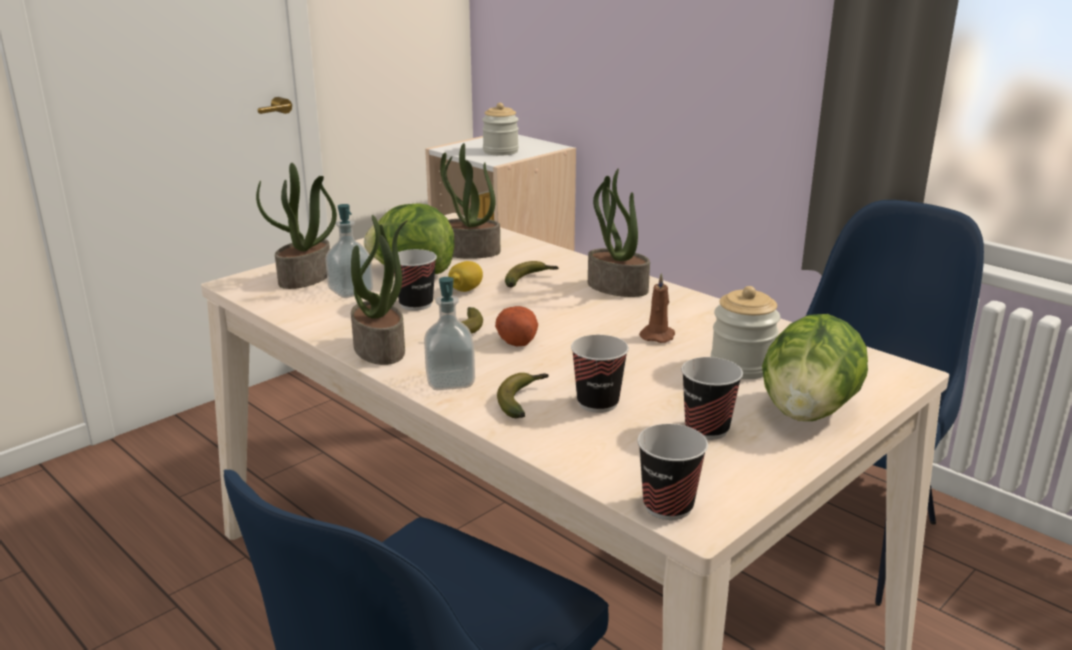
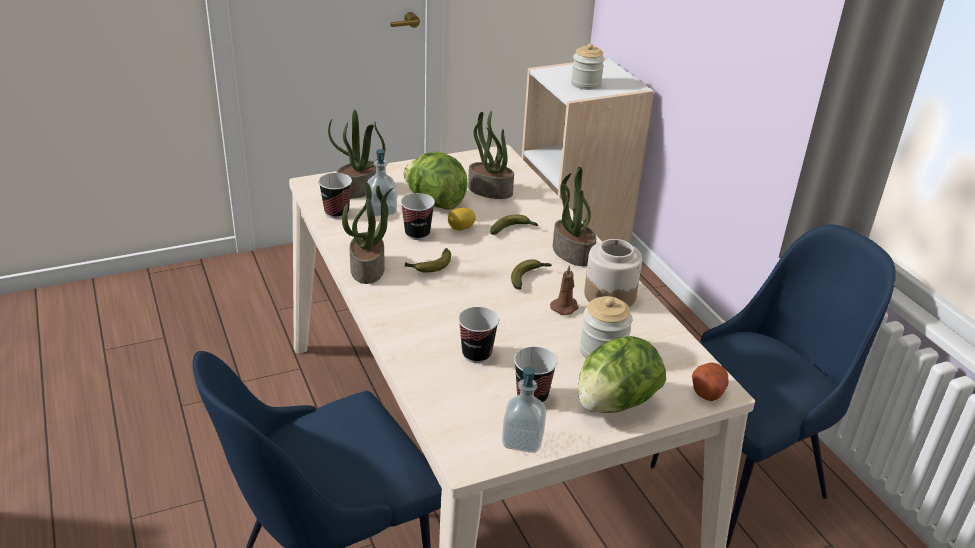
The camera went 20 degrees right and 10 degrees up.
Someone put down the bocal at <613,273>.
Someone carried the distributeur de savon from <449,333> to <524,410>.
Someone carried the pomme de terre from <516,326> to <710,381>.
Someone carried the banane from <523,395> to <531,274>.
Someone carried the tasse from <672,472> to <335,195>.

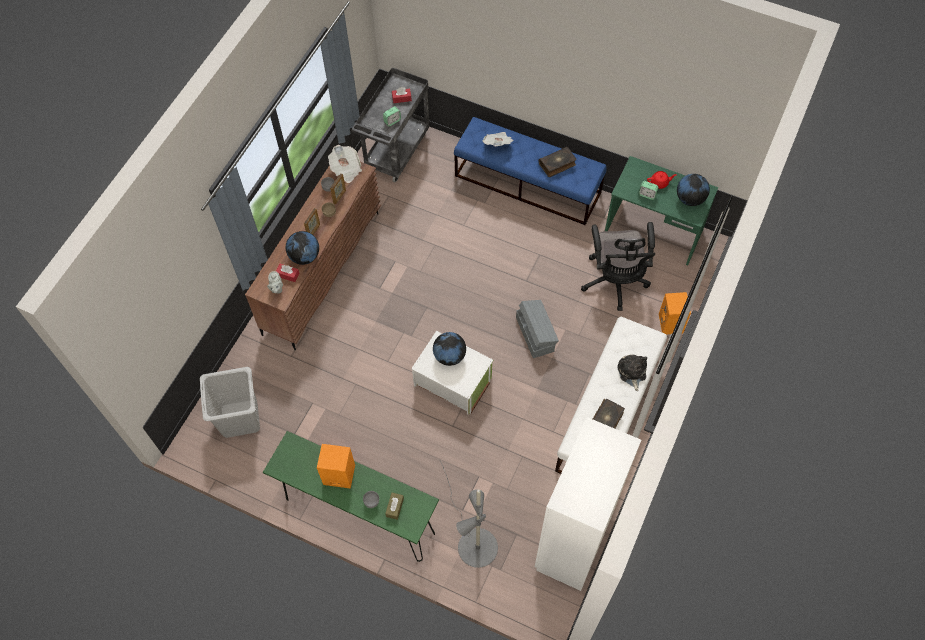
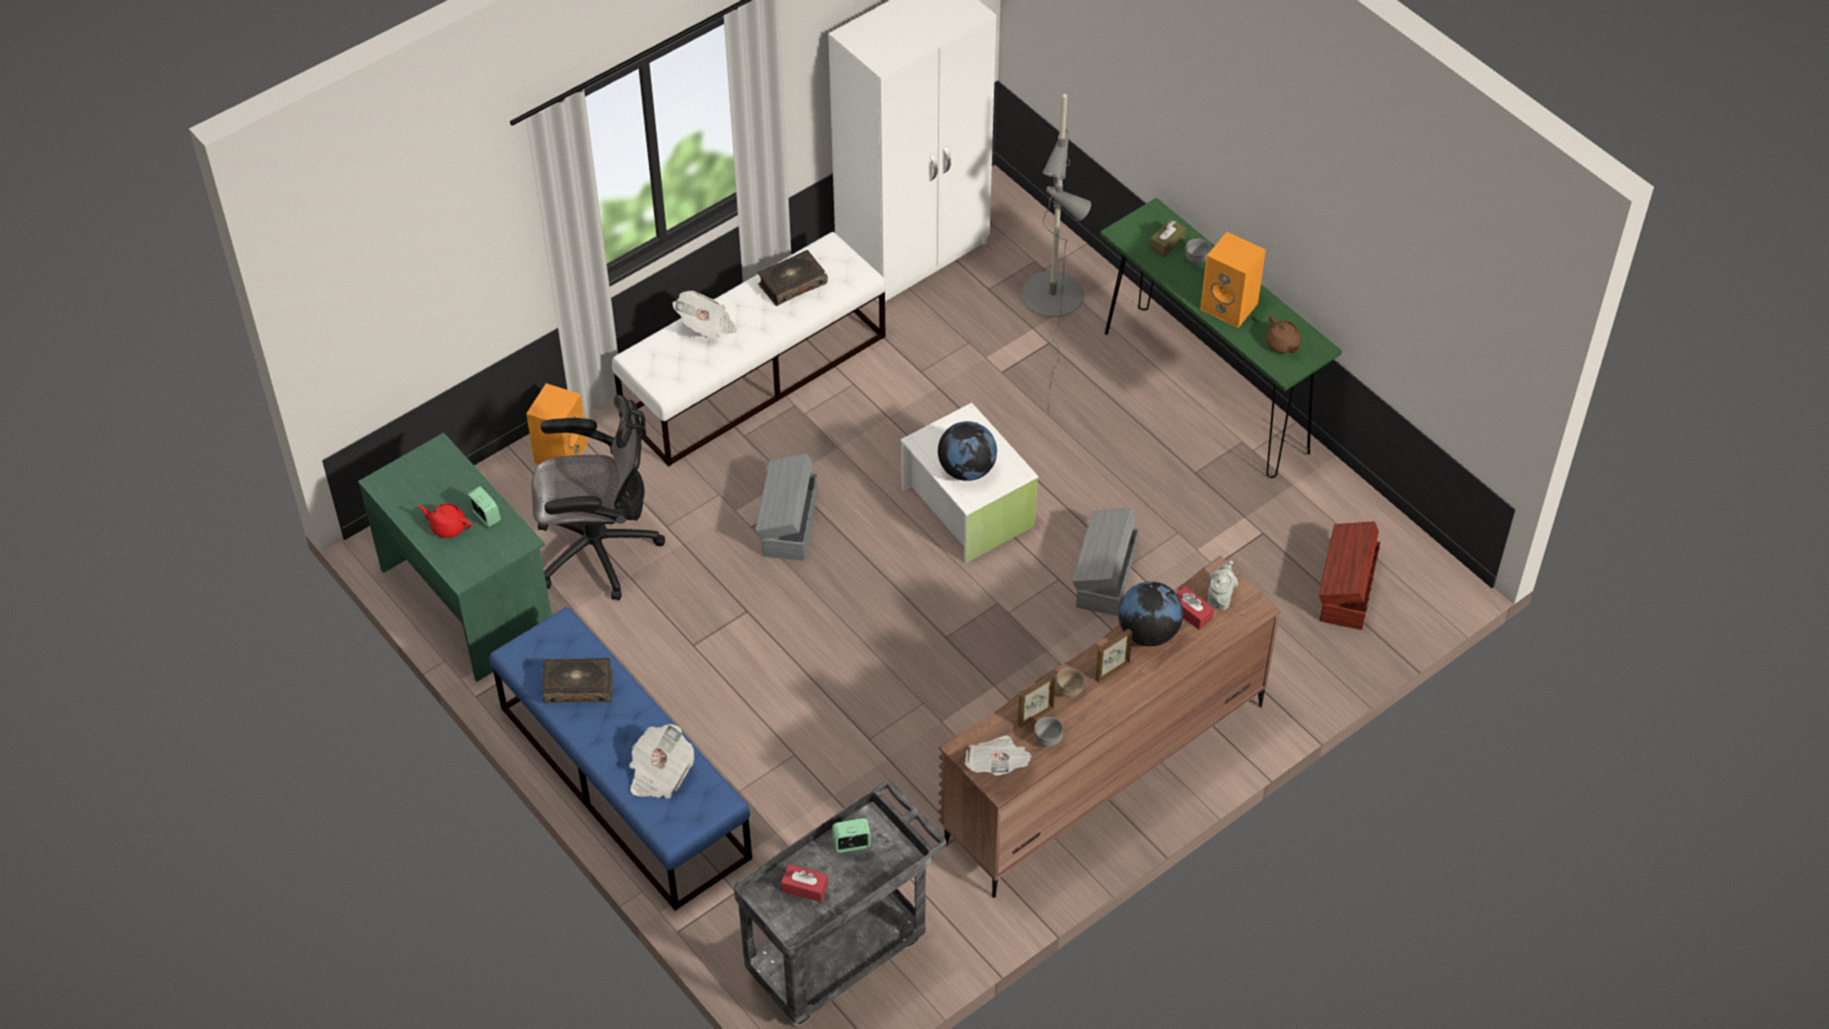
The camera went 155 degrees left and 10 degrees down.
Someone took away the globe at <693,190>.
Someone put down the boîte de rangement [gris] at <1105,562>.
Someone put down the théière [marron] at <1283,334>.
Someone swapped the panier à linge [gris] at <230,402> for the boîte de rangement [marron] at <1349,576>.
Someone swapped the peluche at <632,373> for the journal at <704,314>.
Someone rotated the chaise de bureau at <618,266> by 60 degrees clockwise.

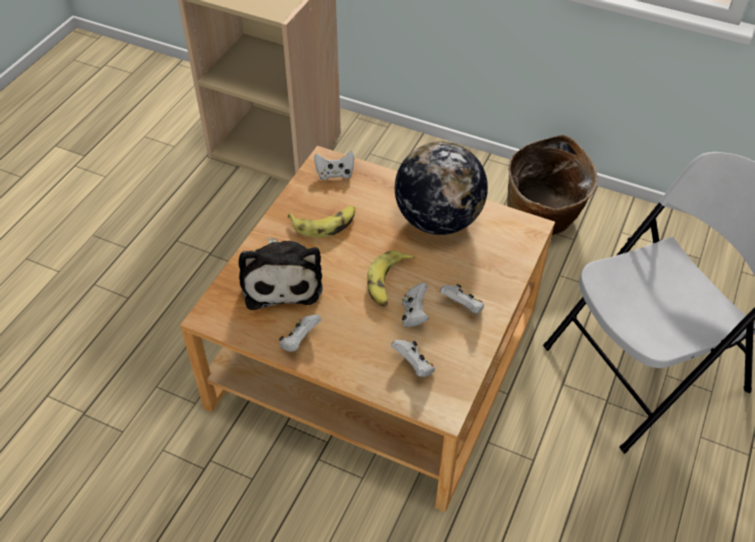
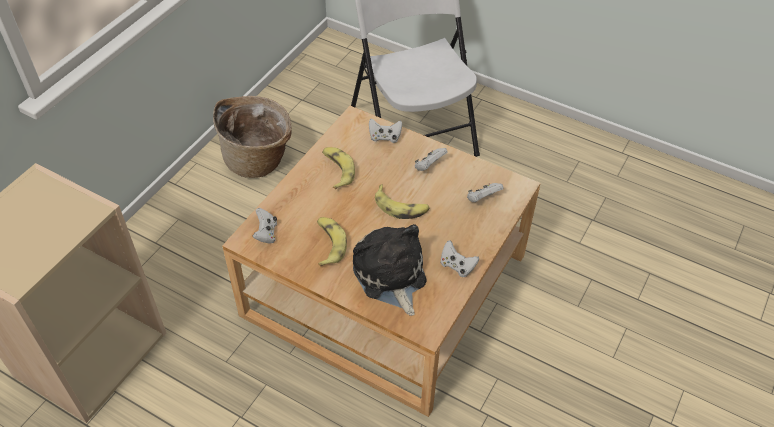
The camera went 85 degrees left and 0 degrees up.
Someone carried the manette [blanc] from <415,305> to <385,131>.
Someone swapped the globe at <441,188> for the banane at <338,168>.
Someone rotated the peluche at <280,274> by 105 degrees counterclockwise.

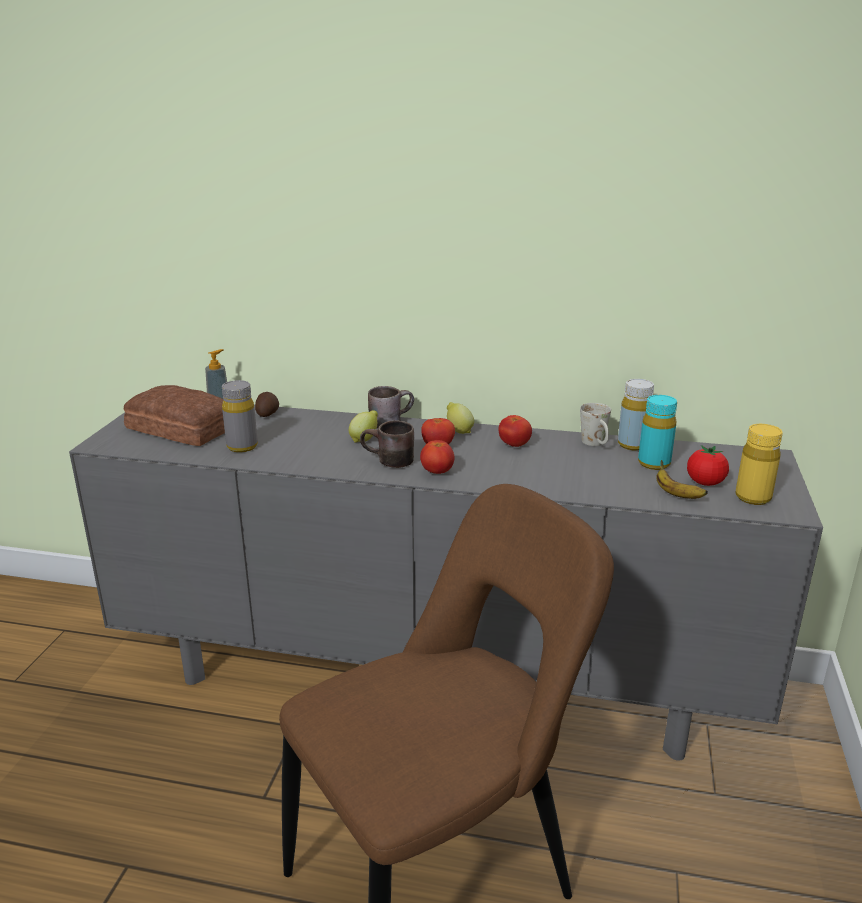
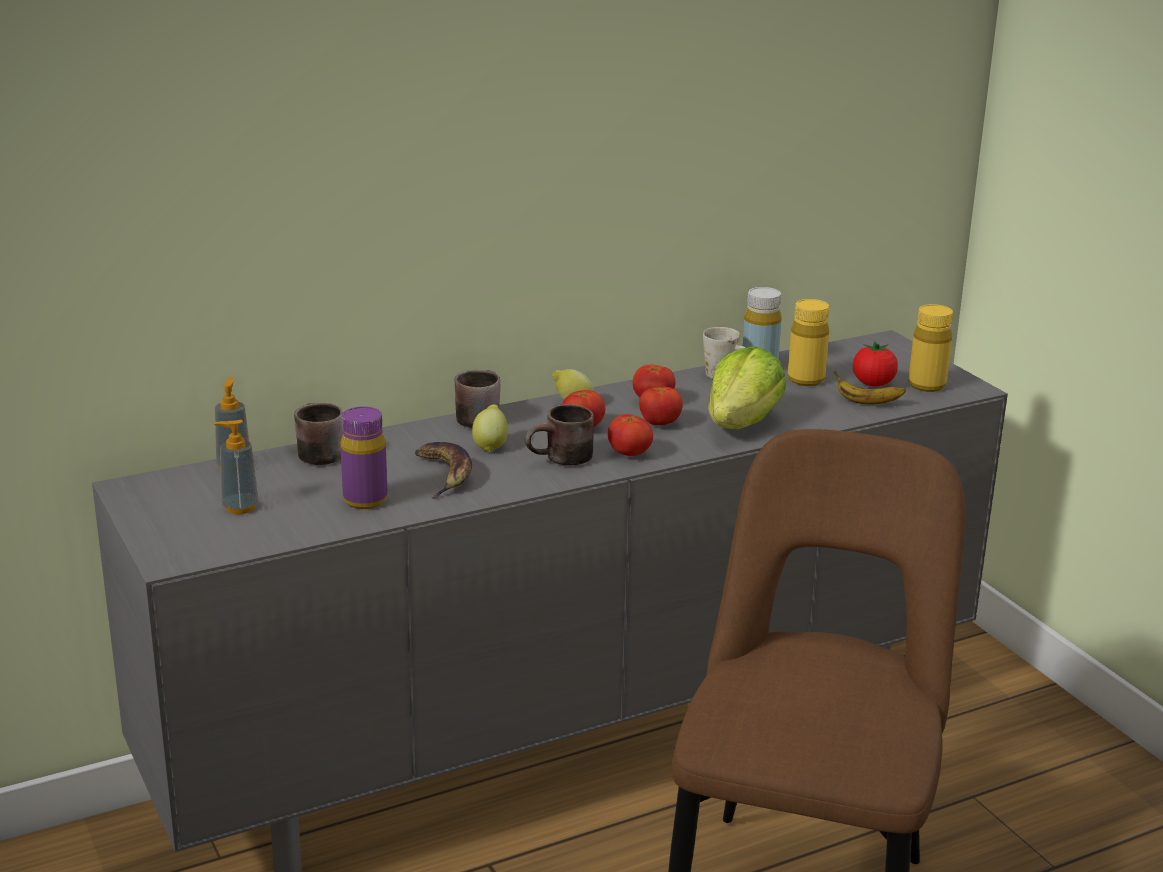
The camera went 40 degrees left and 0 degrees up.
Someone put down the banane at <443,470>.
Someone put down the tomate at <661,406>.
Someone put down the laitue at <747,387>.
Someone swapped the pain at <174,415> for the distributeur de savon at <236,467>.
Someone swapped the pomme de terre at <267,404> for the mug [marron] at <318,434>.
Someone repainted the bouteille [gris] at <240,416>, which became the bouteille [violet] at <364,457>.
Someone repainted the bouteille [turquoise] at <657,432>, which became the bouteille [jaune] at <808,342>.

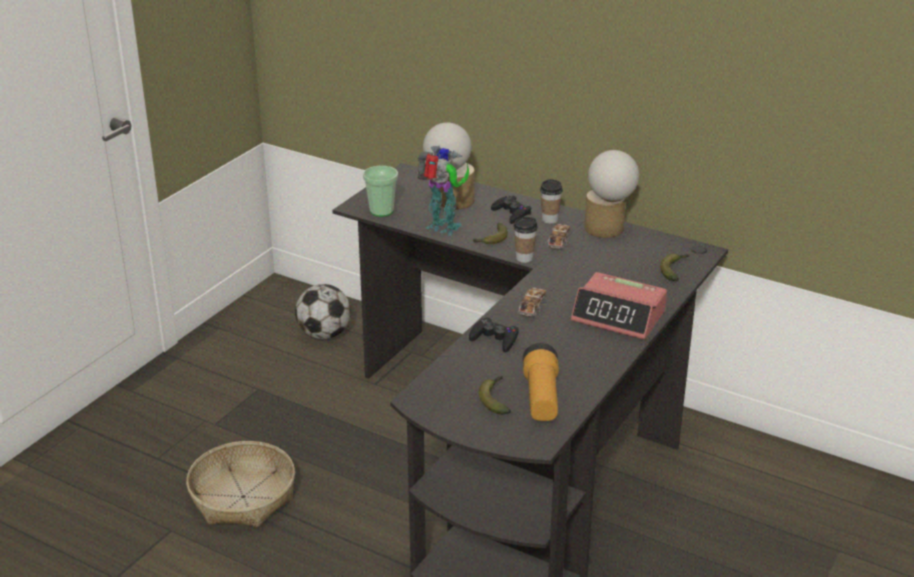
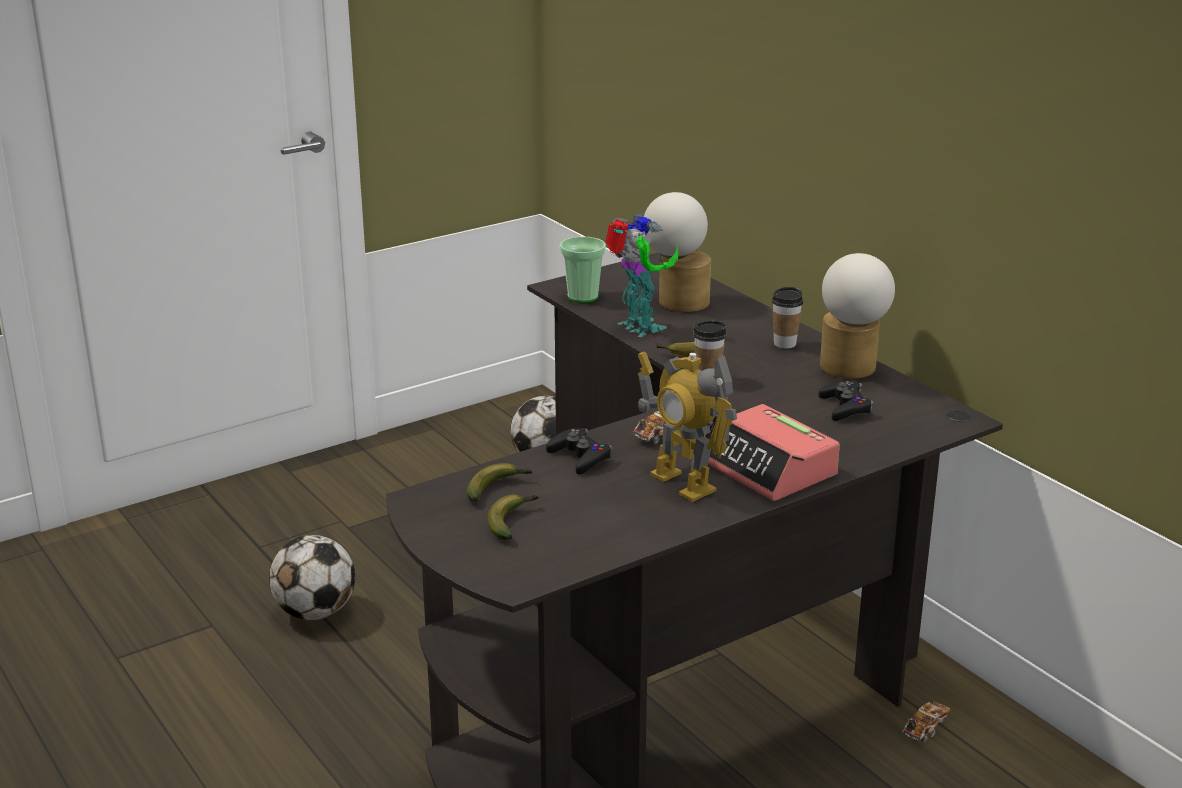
The camera went 25 degrees right and 5 degrees down.
Someone took away the lampe de poche at <541,382>.
Someone put down the robot jouet at <687,426>.
Someone carried the manette [noir] from <511,210> to <845,401>.
Someone carried the petite voiture from <558,237> to <926,721>.
Someone carried the banane from <674,267> to <500,482>.
Someone swapped the panier at <240,484> for the ballon de foot at <312,577>.

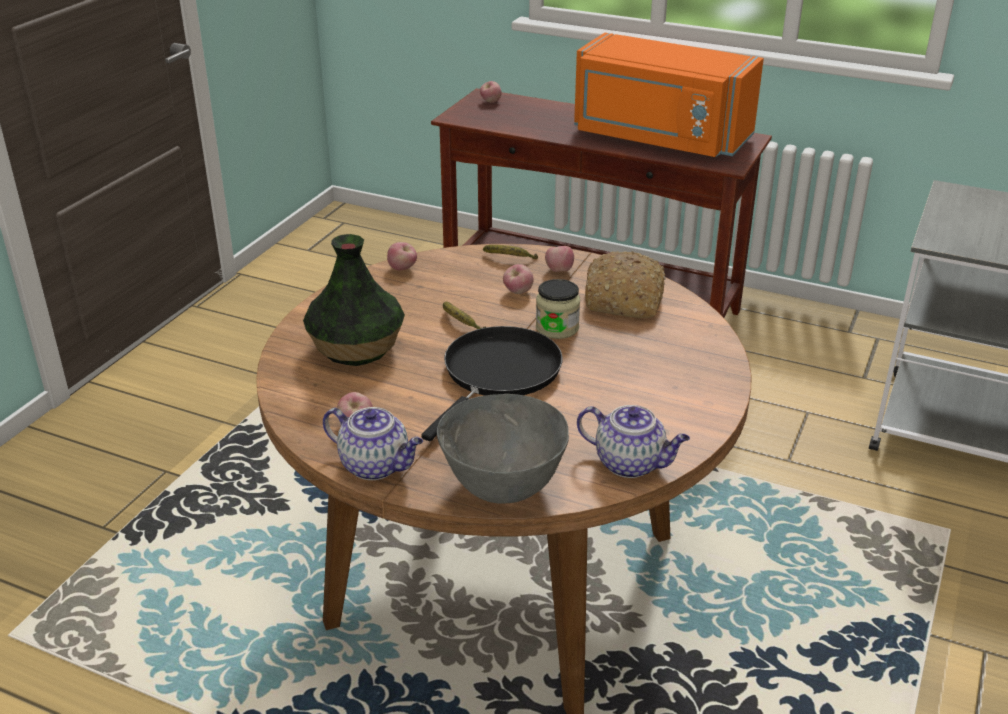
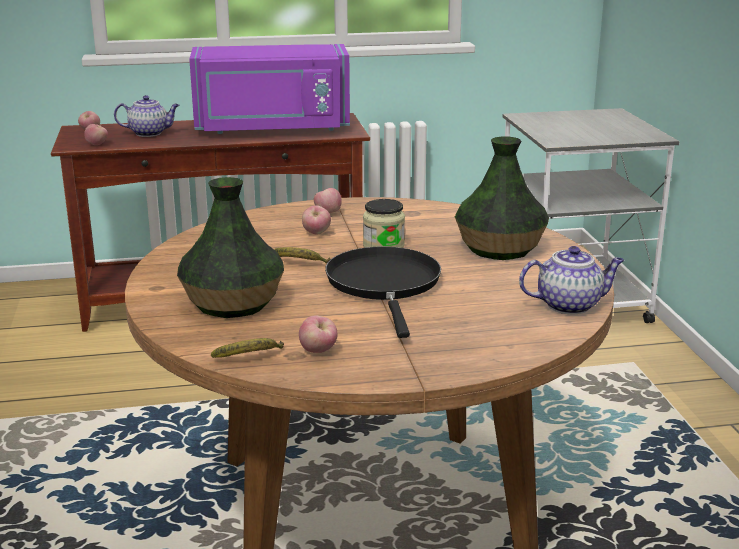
The camera went 35 degrees left and 10 degrees down.
Someone took away the bol [gris] at <503,448>.
Someone took away the pain at <625,284>.
Someone put down the vase at <502,198>.
Someone carried the théière from <373,443> to <146,116>.
Someone carried the pomme from <402,256> to <96,134>.
Someone carried the banane from <510,252> to <247,348>.
Someone repainted the micro-ondes [orange] at <669,95>, which became the micro-ondes [violet] at <269,89>.

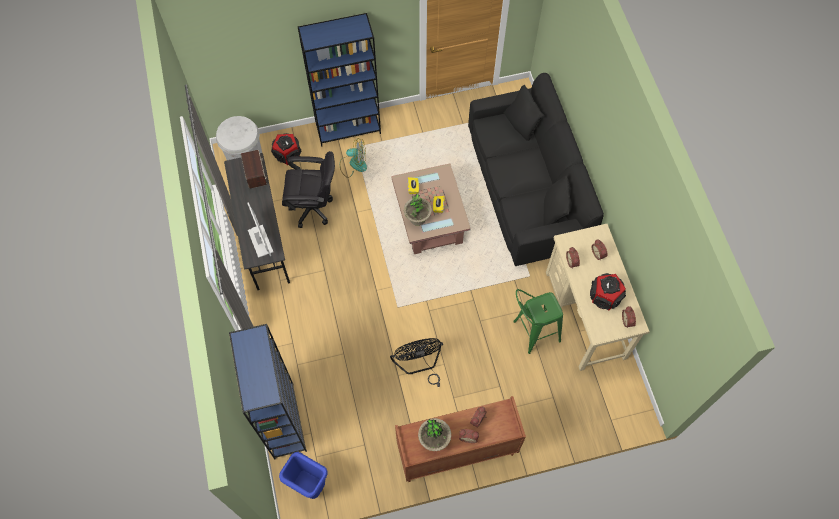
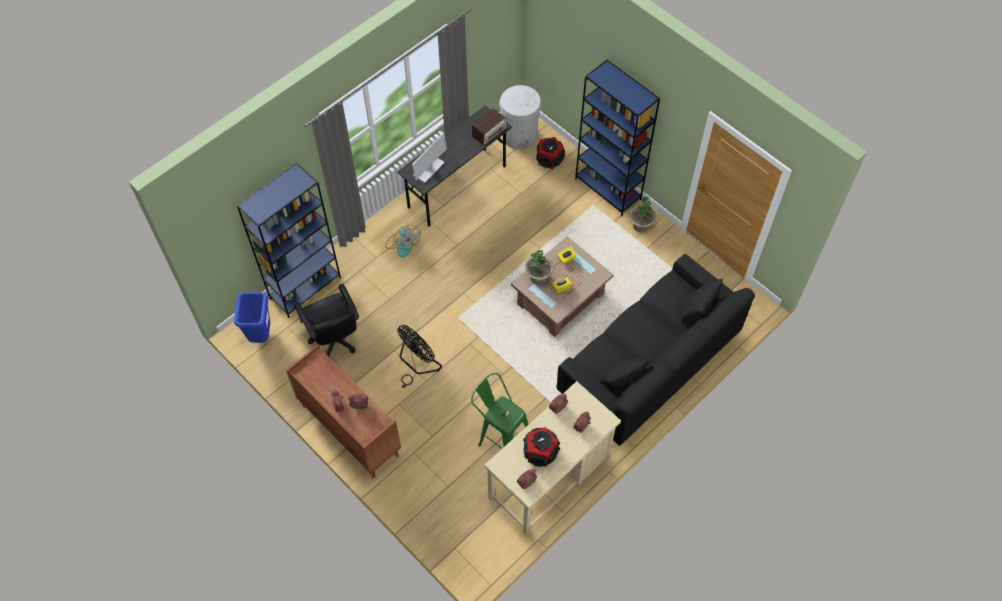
The camera went 60 degrees right and 5 degrees down.
Someone carried the chaise de bureau [noir] from <308,189> to <326,320>.
Someone carried the ventilateur from <353,158> to <403,241>.
Someone carried the plante en pot from <434,434> to <642,215>.

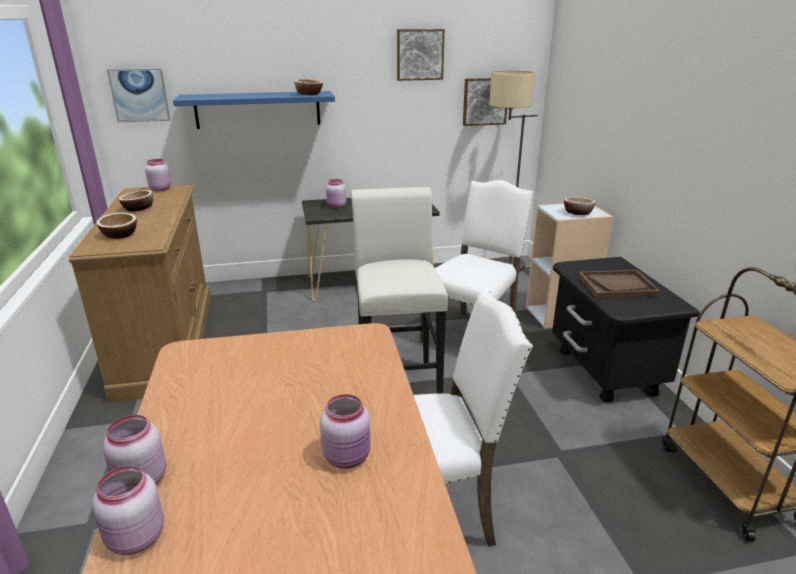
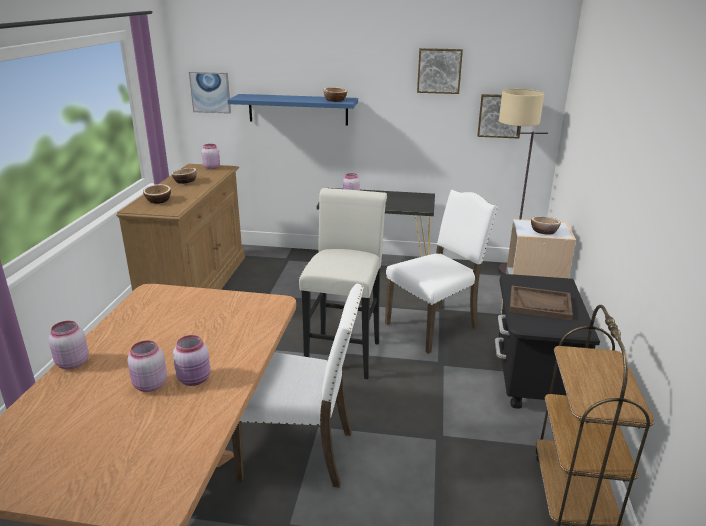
The camera went 20 degrees right and 0 degrees up.
Someone carried the bocal [rose] from <128,510> to <147,366>.

